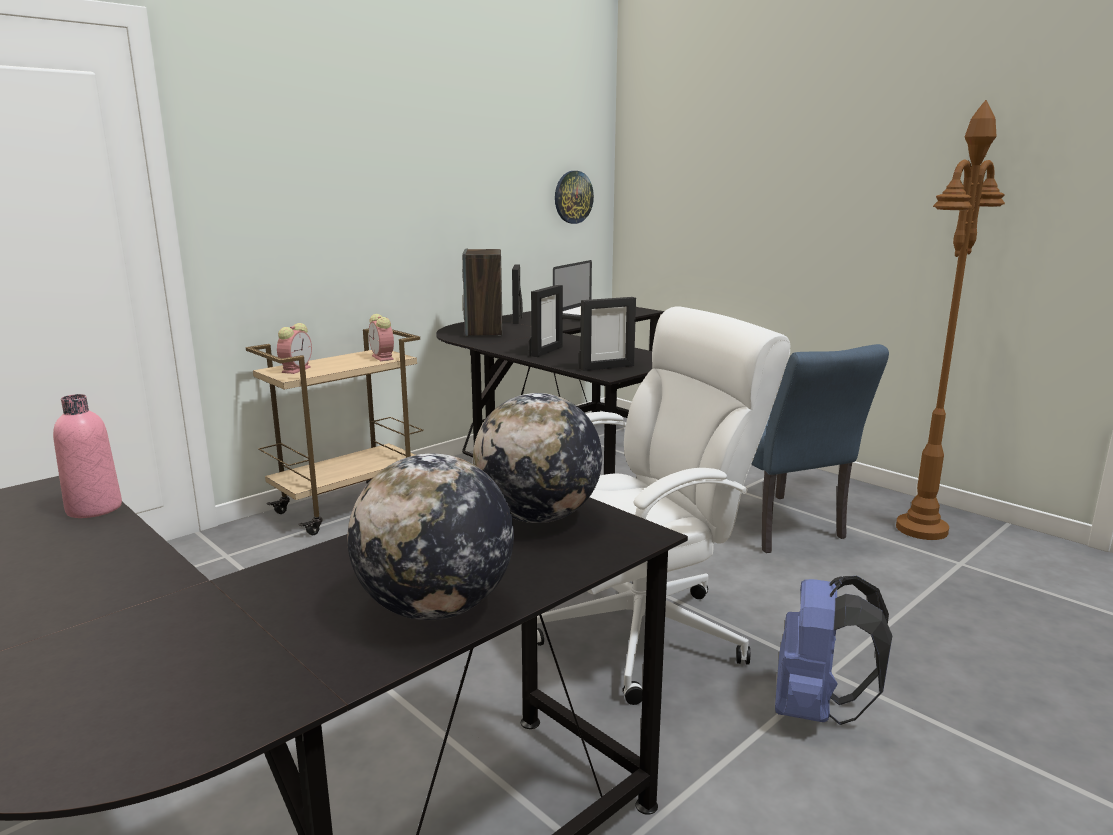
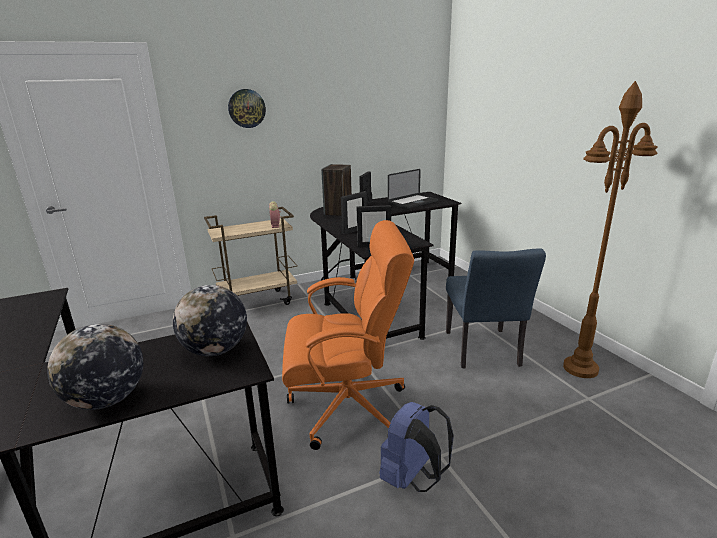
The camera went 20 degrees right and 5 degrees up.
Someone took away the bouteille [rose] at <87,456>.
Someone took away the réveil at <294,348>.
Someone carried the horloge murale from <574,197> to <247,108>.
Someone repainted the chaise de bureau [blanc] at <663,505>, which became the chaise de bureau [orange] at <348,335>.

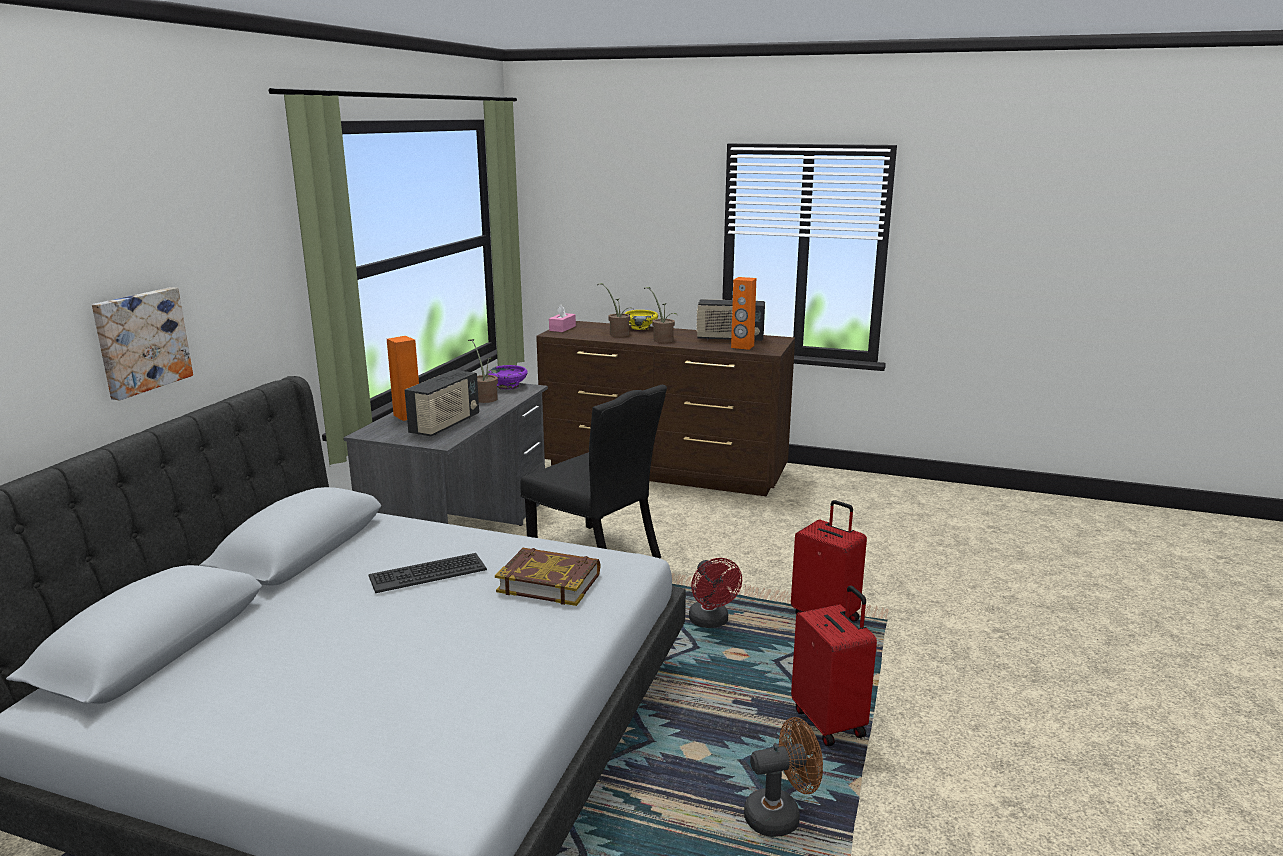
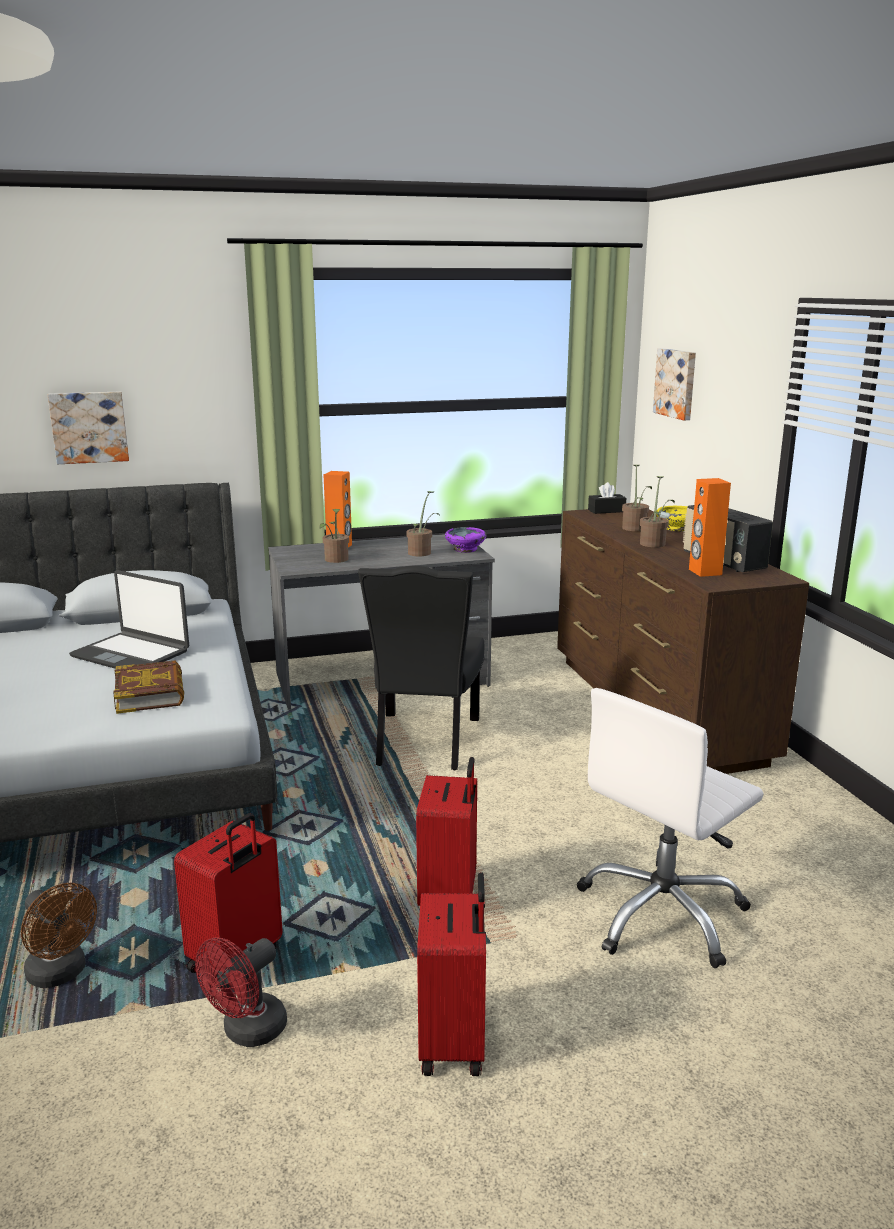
The camera went 55 degrees right and 0 degrees up.
Someone put down the valise [rouge] at <451,974>.
Someone put down the chaise de bureau [blanc] at <670,828>.
Someone put up the tableau at <674,384>.
Someone carried the ventilateur [rouge] from <715,593> to <241,992>.
Someone swapped the clavier at <428,573> for the ordinateur portable at <129,619>.
Someone swapped the radio at <442,403> for the plante en pot at <334,536>.
Someone repainted the boîte à mouchoirs [rose] at <562,318>, which became the boîte à mouchoirs [noir] at <607,498>.

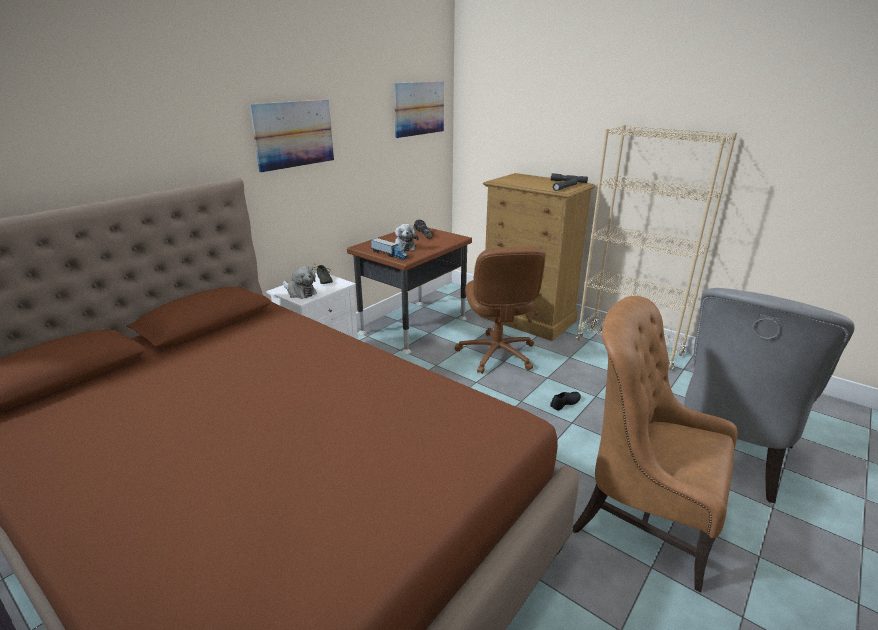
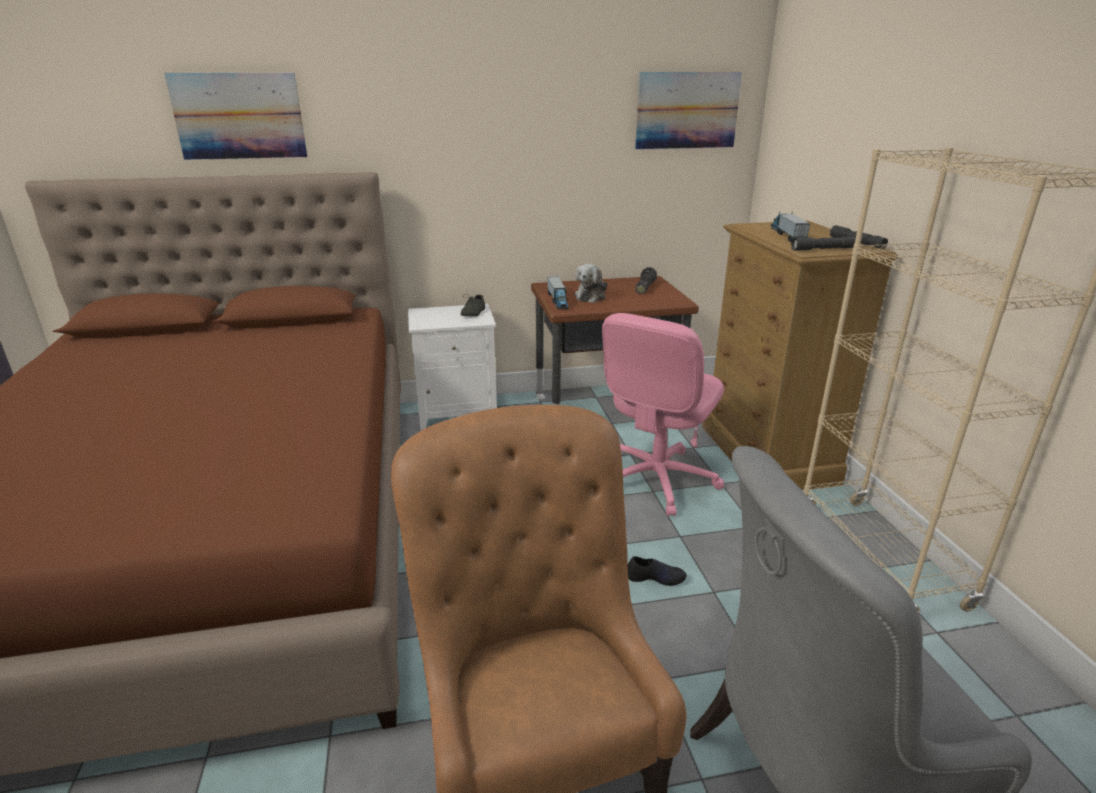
The camera went 40 degrees right and 0 degrees up.
Someone took away the peluche at <300,282>.
Someone put down the camion jouet at <790,227>.
Someone carried the tableau from <291,136> to <235,116>.
Someone repainted the chaise de bureau [marron] at <500,310>, which became the chaise de bureau [rose] at <663,414>.

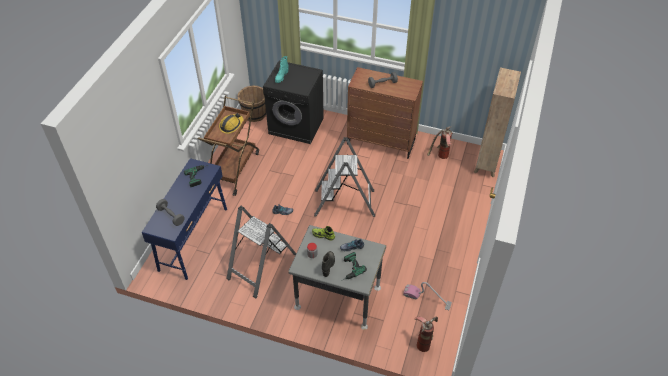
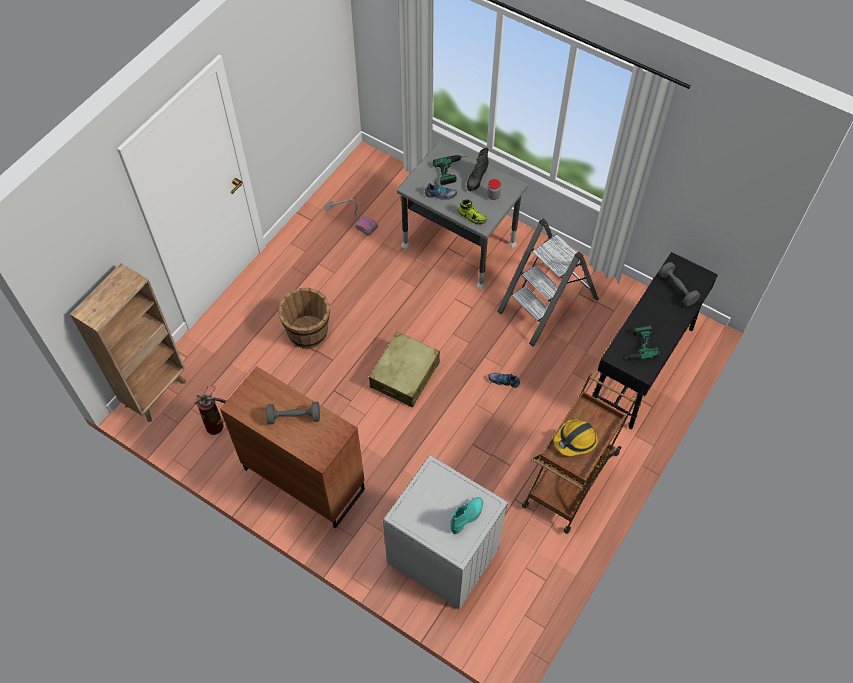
The camera went 165 degrees left and 10 degrees up.
Someone took away the extincteur at <426,334>.
Someone carried the seau [marron] from <251,103> to <304,318>.
Someone swapped the escabeau [gris] at <344,177> for the valise [beige] at <404,369>.
Someone repainted the table console [bleu] at <184,219>, which became the table console [noir] at <655,340>.
Someone repainted the lave-linge [noir] at <293,102>, which became the lave-linge [blanc] at <445,532>.

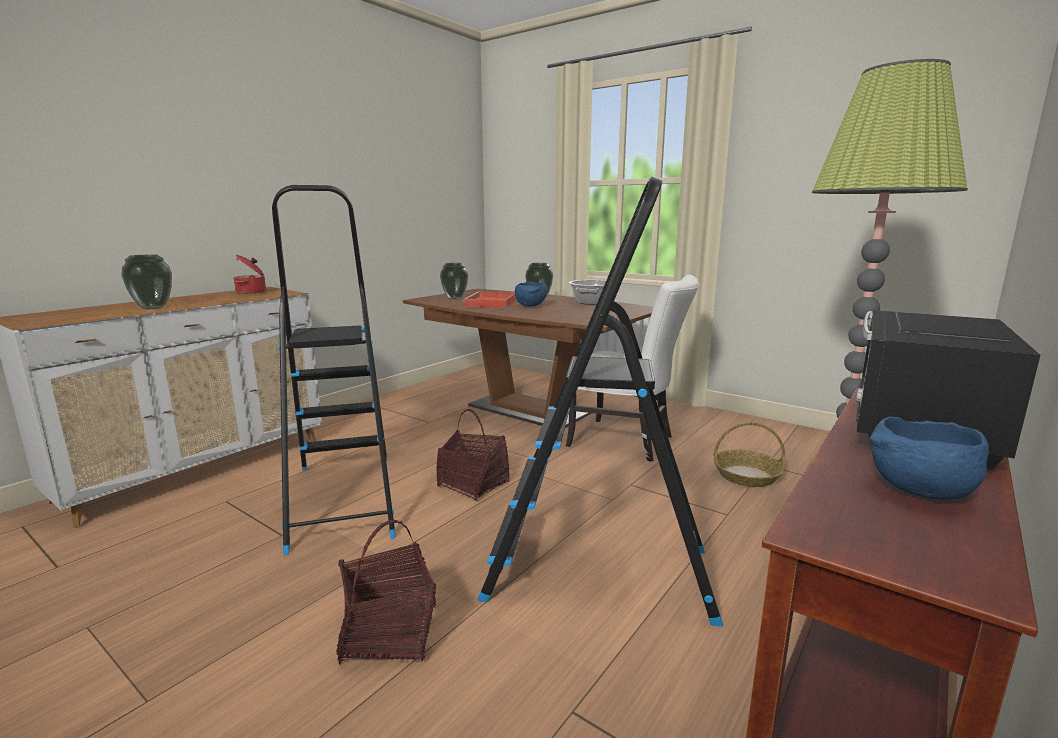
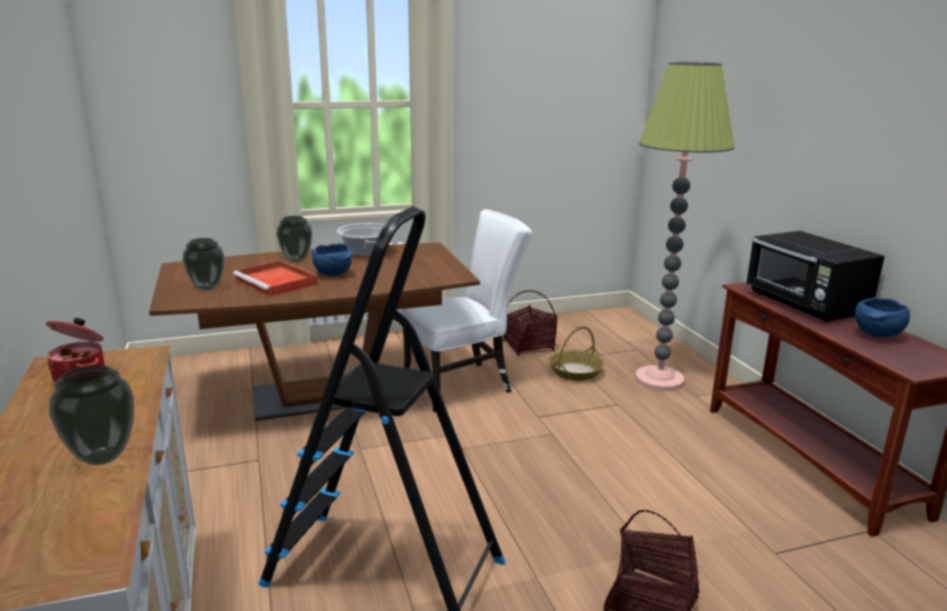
The camera went 55 degrees left and 5 degrees up.
Someone took away the escabeau [noir] at <600,401>.
Someone carried the panier from <473,455> to <530,323>.

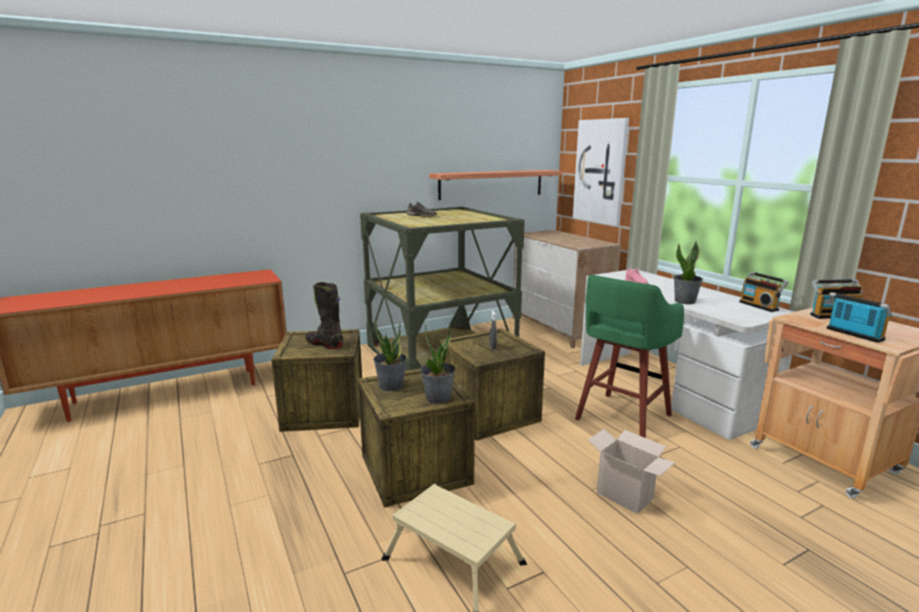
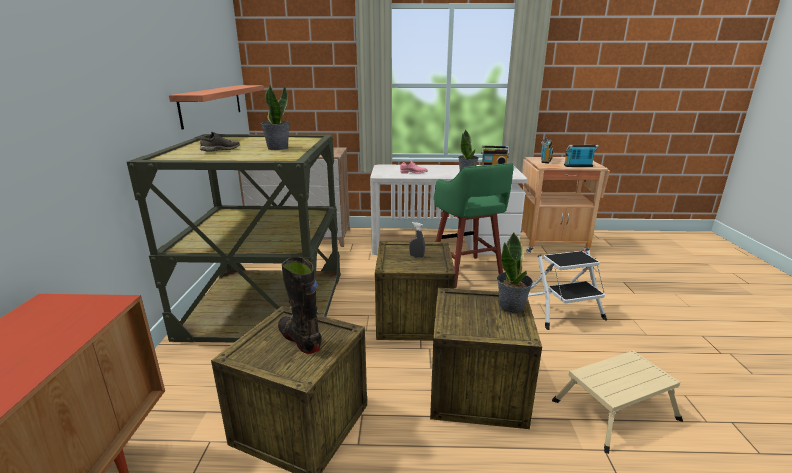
The camera went 60 degrees left and 5 degrees up.
Someone took away the tableau at <601,172>.
Someone carried the plante en pot from <390,355> to <275,117>.
Someone swapped the carton at <631,471> for the escabeau at <567,289>.
Someone rotated the botte [noir] at <324,315> by 75 degrees clockwise.

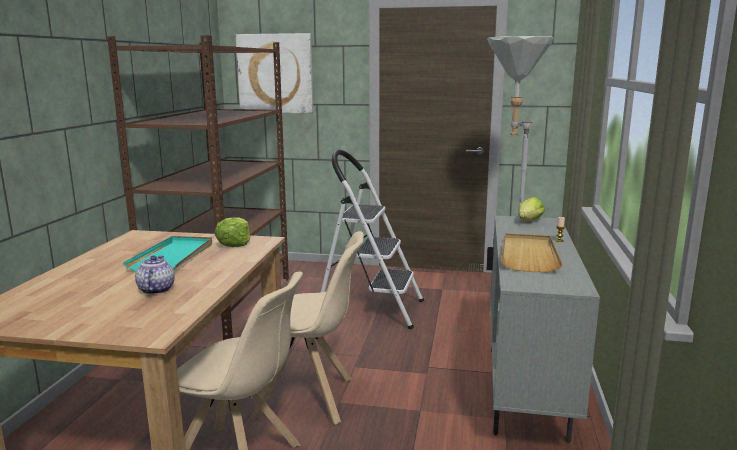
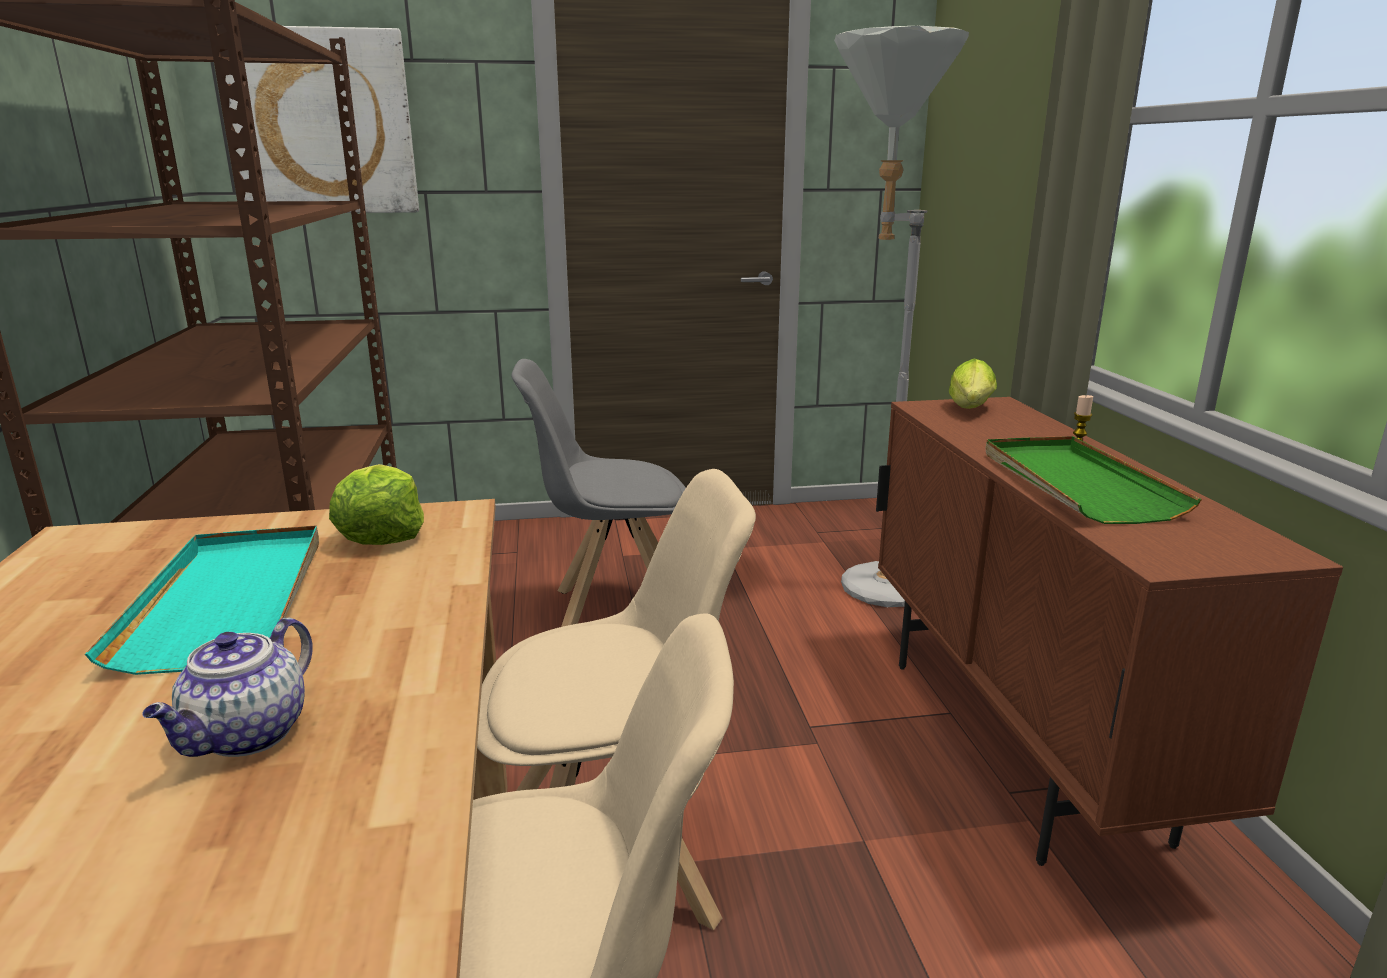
The camera went 20 degrees left and 5 degrees up.
Someone swapped the escabeau at <372,239> for the chaise [gris] at <599,493>.
Someone repainted the meuble de rangement [gris] at <543,329>, which became the meuble de rangement [marron] at <1109,631>.
Someone repainted the plateau [beige] at <531,253>, which became the plateau [vert] at <1094,480>.
Someone rotated the théière at <155,275> by 135 degrees counterclockwise.

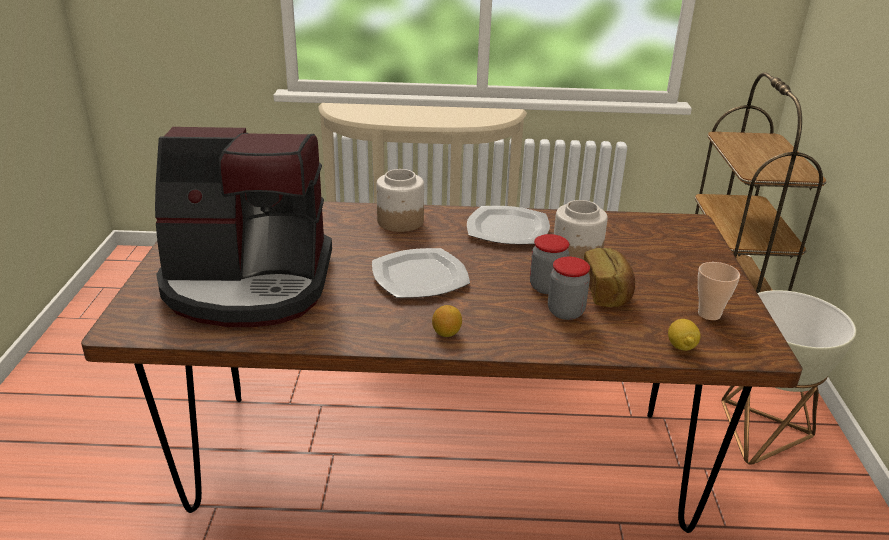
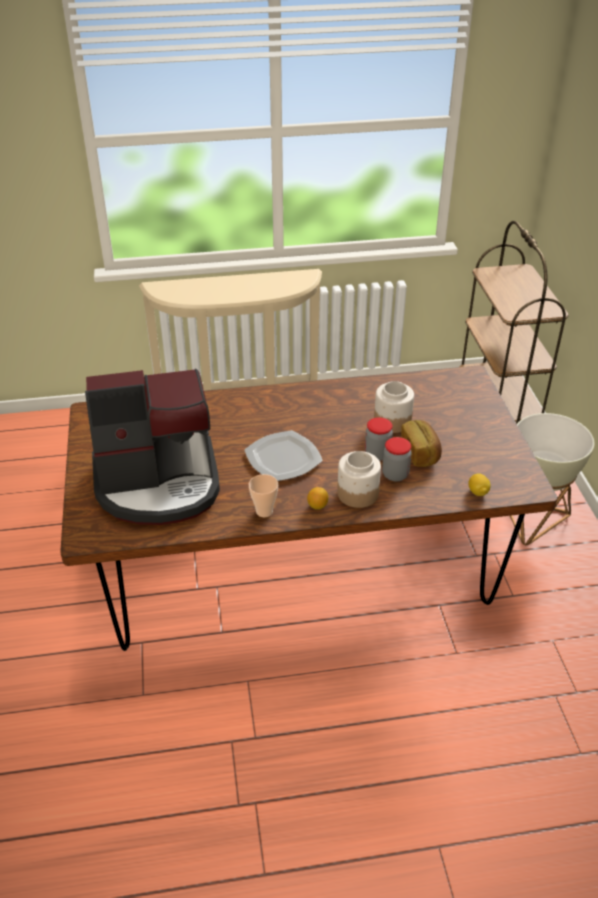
The camera went 10 degrees left and 10 degrees up.
Someone took away the assiette at <508,225>.
Someone carried the bocal from <400,200> to <359,479>.
Someone carried the tasse from <719,291> to <263,495>.

